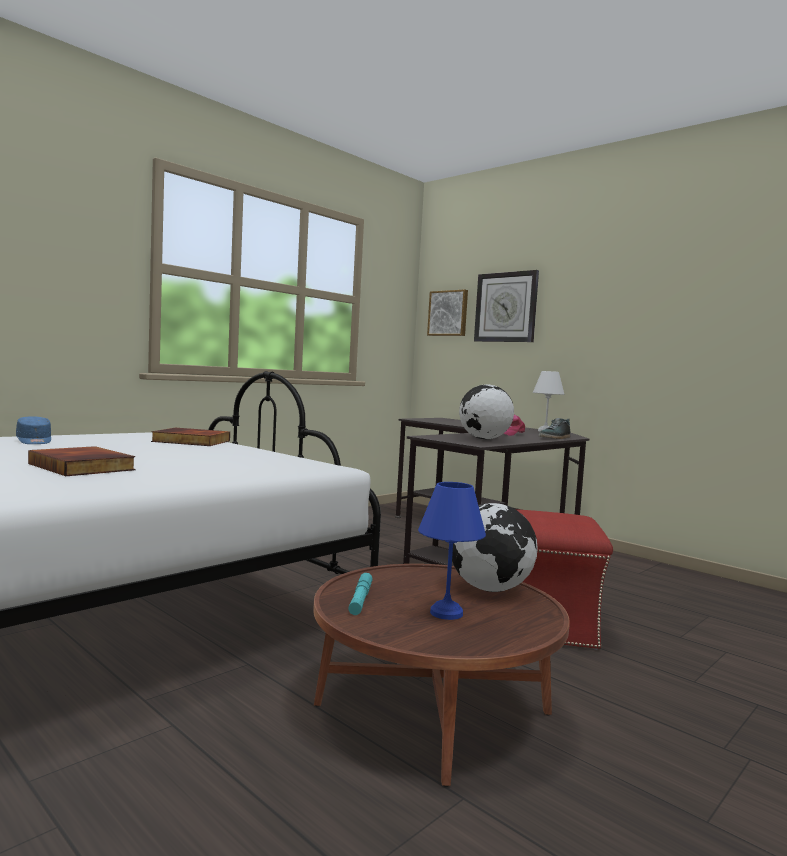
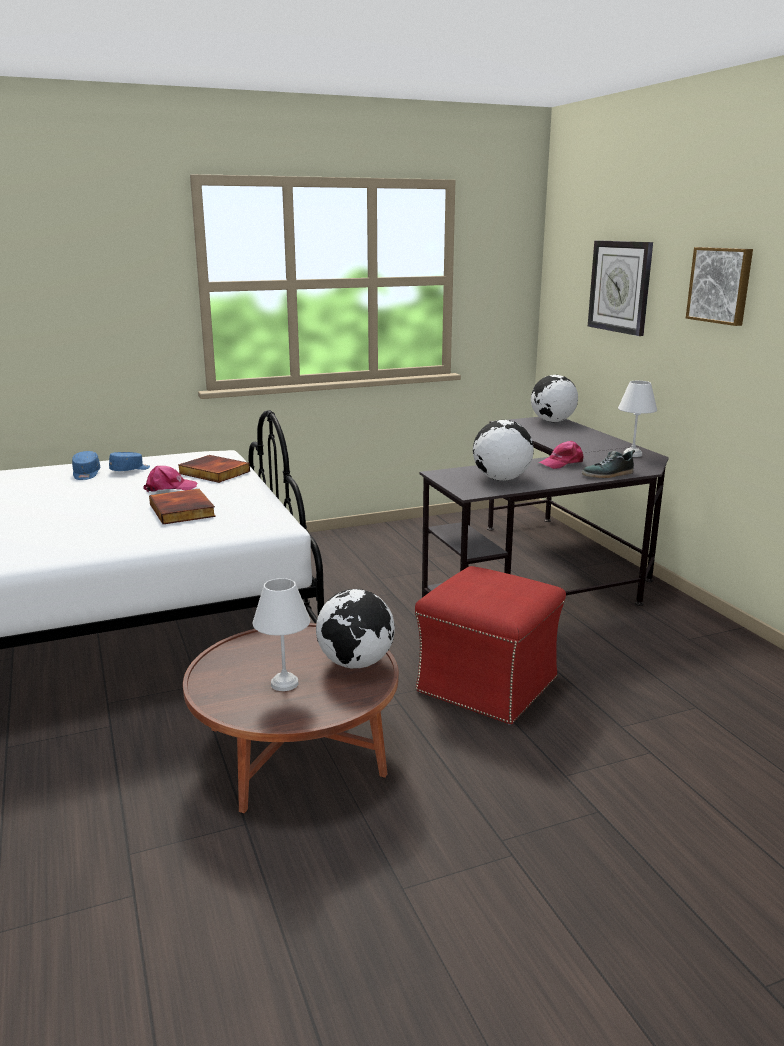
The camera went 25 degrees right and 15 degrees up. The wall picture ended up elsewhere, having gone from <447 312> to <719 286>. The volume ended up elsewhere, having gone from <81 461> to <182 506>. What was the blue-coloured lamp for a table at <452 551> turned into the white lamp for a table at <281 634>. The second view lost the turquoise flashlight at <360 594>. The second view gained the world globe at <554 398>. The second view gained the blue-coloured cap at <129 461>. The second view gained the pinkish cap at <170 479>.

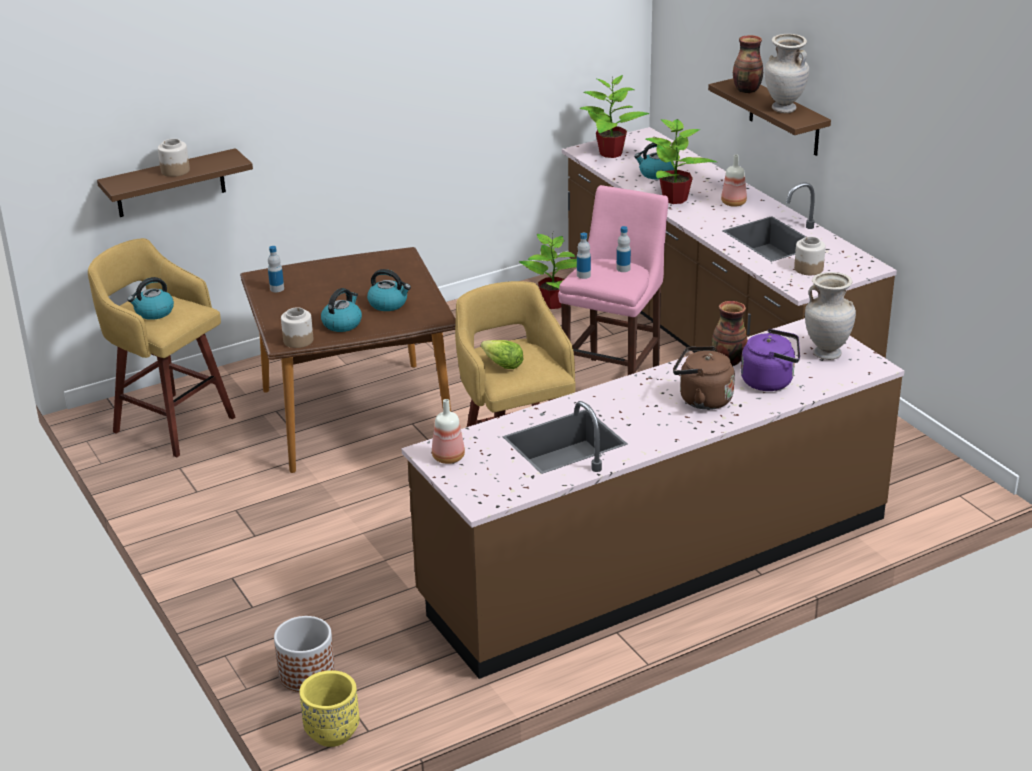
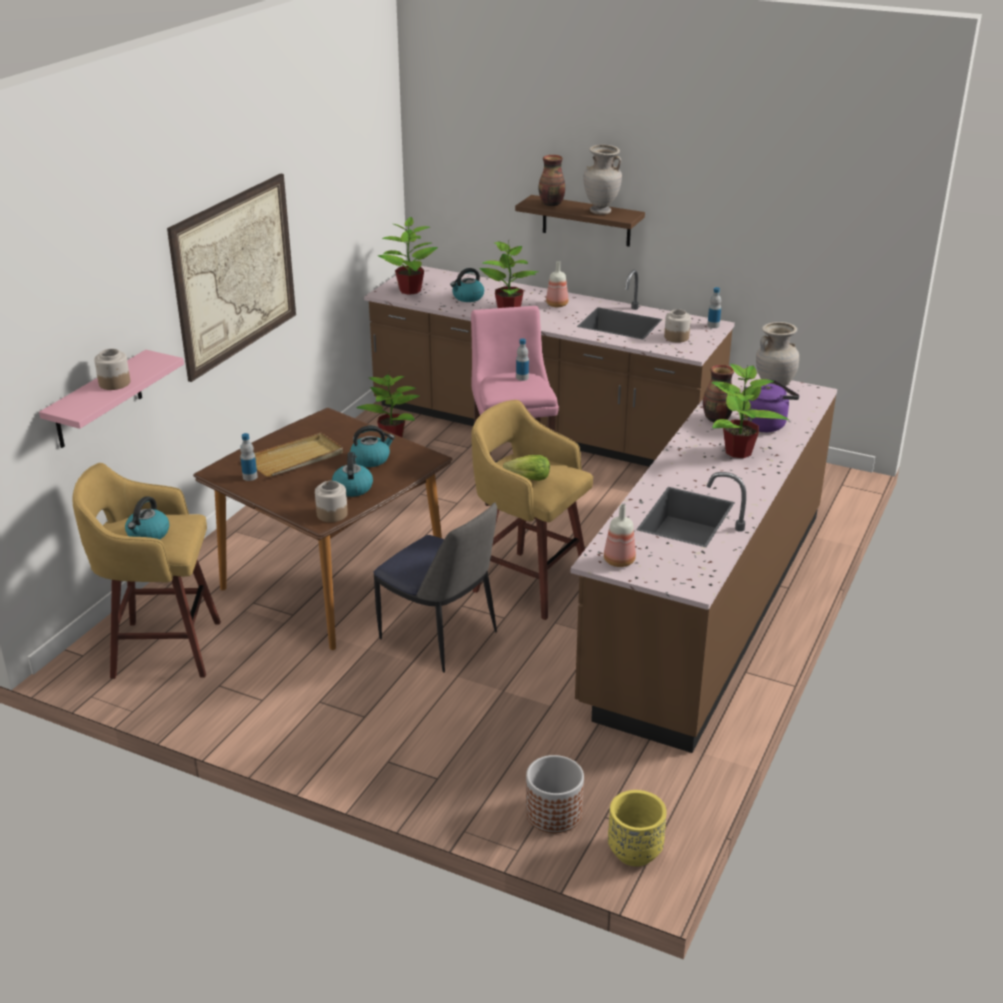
The camera went 35 degrees left and 0 degrees up. What was the brown-coloured wall shelf at <175 182> turned into the pinkish wall shelf at <111 399>. The beverage bottle ended up elsewhere, having gone from <584 256> to <714 307>. Where the brown-coloured kettle stood at <704 378>, the plant in a pot came to stand at <750 411>. The second view gained the wall picture at <231 277>. The second view gained the beige serving tray at <298 455>. The second view gained the upright chair at <435 587>.

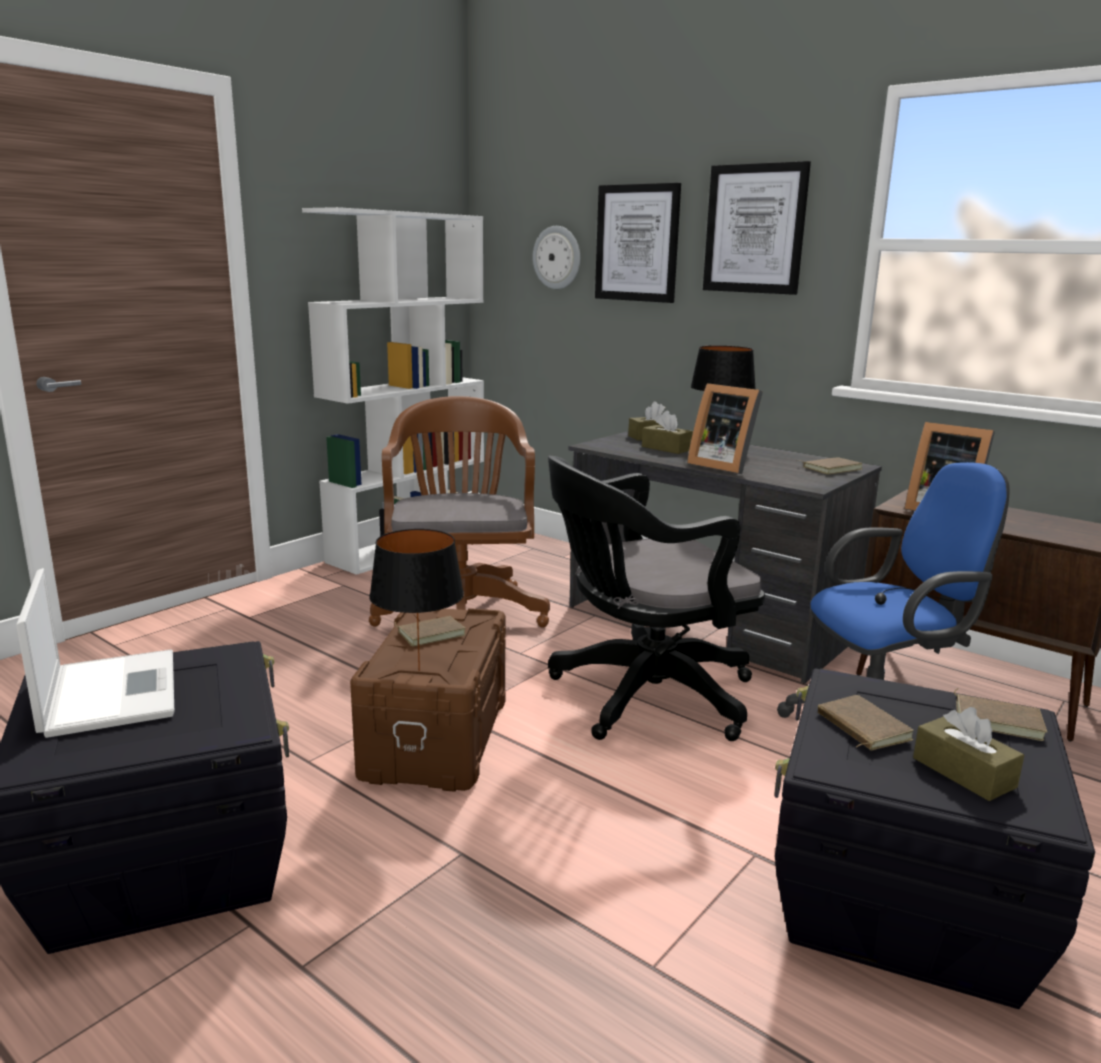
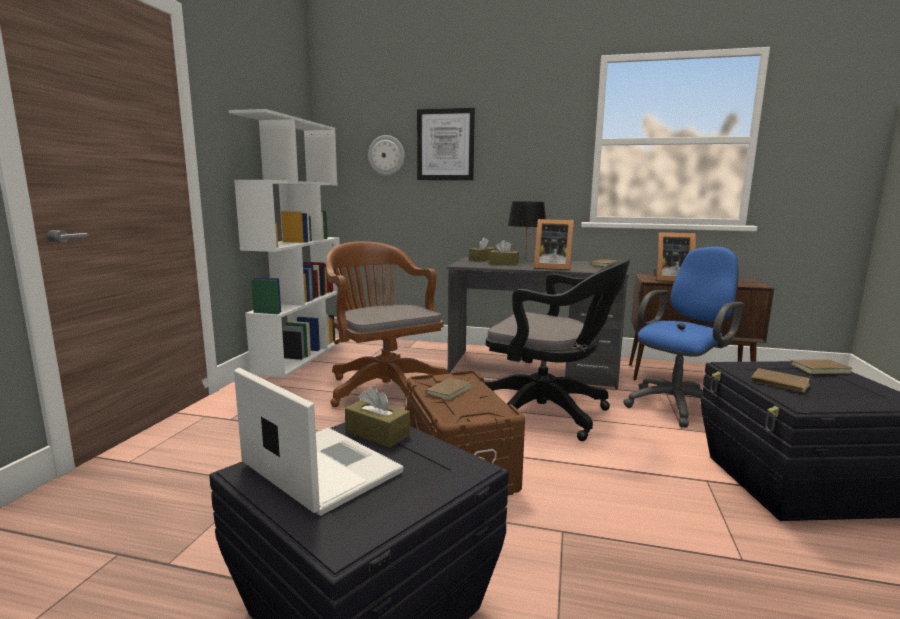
The camera went 25 degrees left and 5 degrees down. The second view lost the wall picture at <757 228>. The black office chair at <656 598> ended up facing another way, 105 degrees counterclockwise from before. The second view lost the black lamp for a table at <416 600>. The brown-coloured box of tissues ended up elsewhere, having gone from <968 754> to <377 416>.

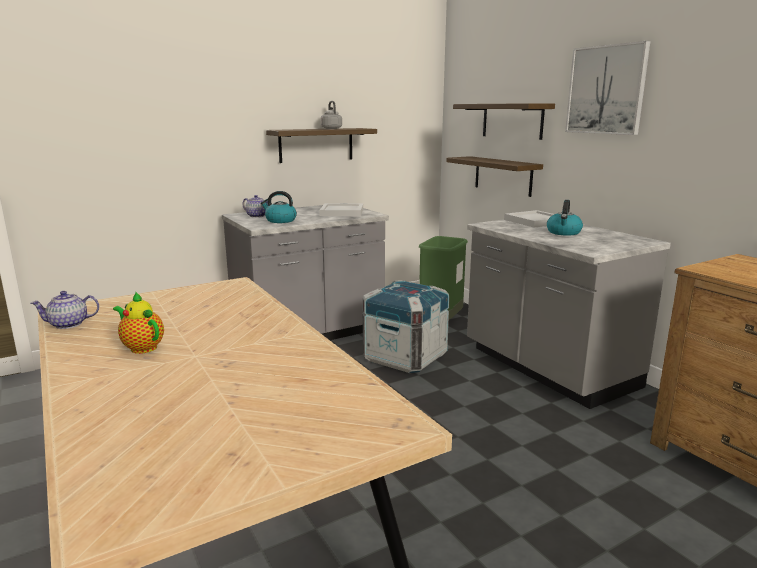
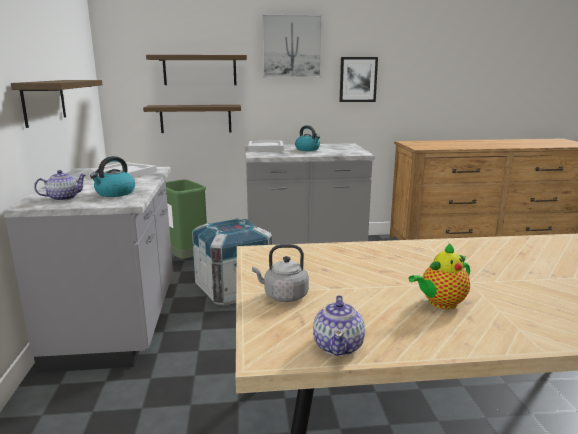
The camera went 65 degrees left and 0 degrees up. The greyish kettle ended up elsewhere, having gone from <331 115> to <280 273>. The second view gained the wall picture at <358 79>.

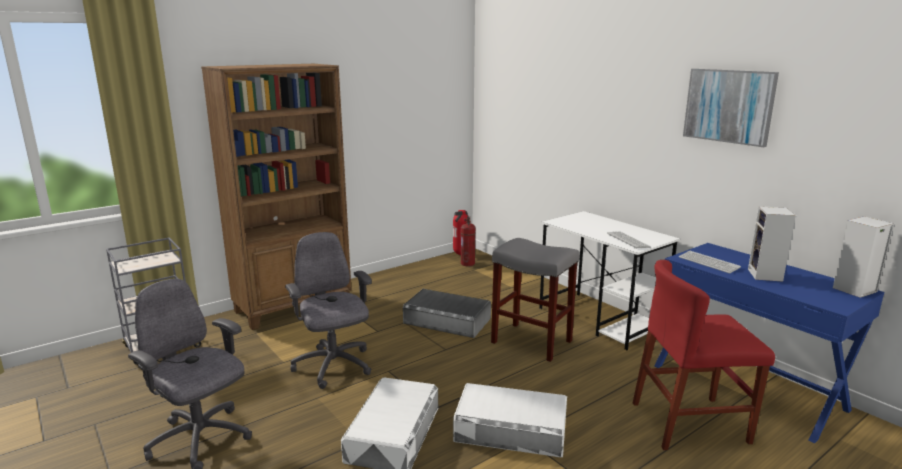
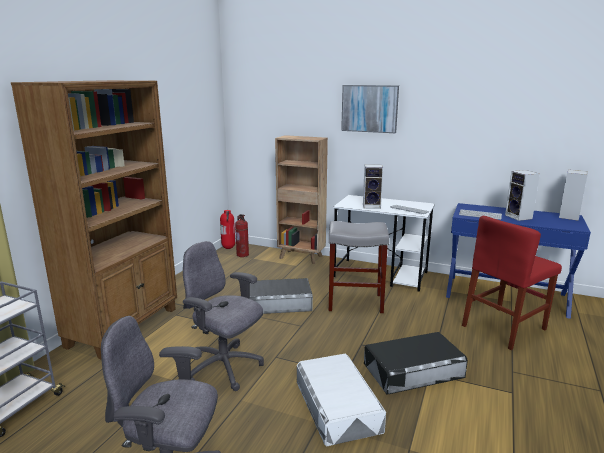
The camera went 30 degrees left and 0 degrees up. The wall picture ended up elsewhere, having gone from <731 108> to <370 109>. What was the white storage bin at <510 420> turned into the black storage bin at <416 363>. The second view gained the brown-coloured shelving unit at <301 199>. The second view gained the loudspeaker at <373 186>.

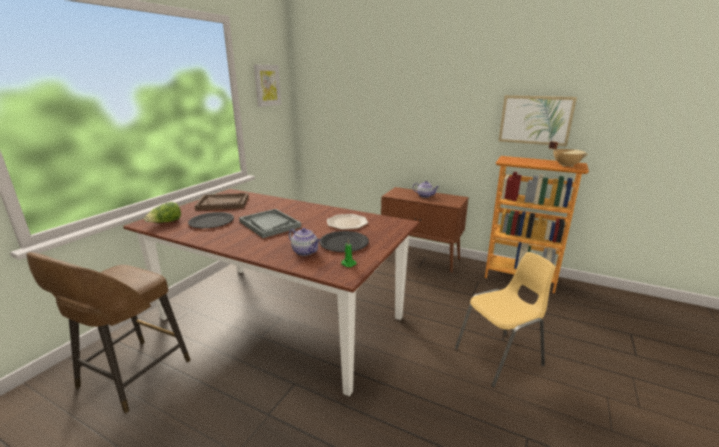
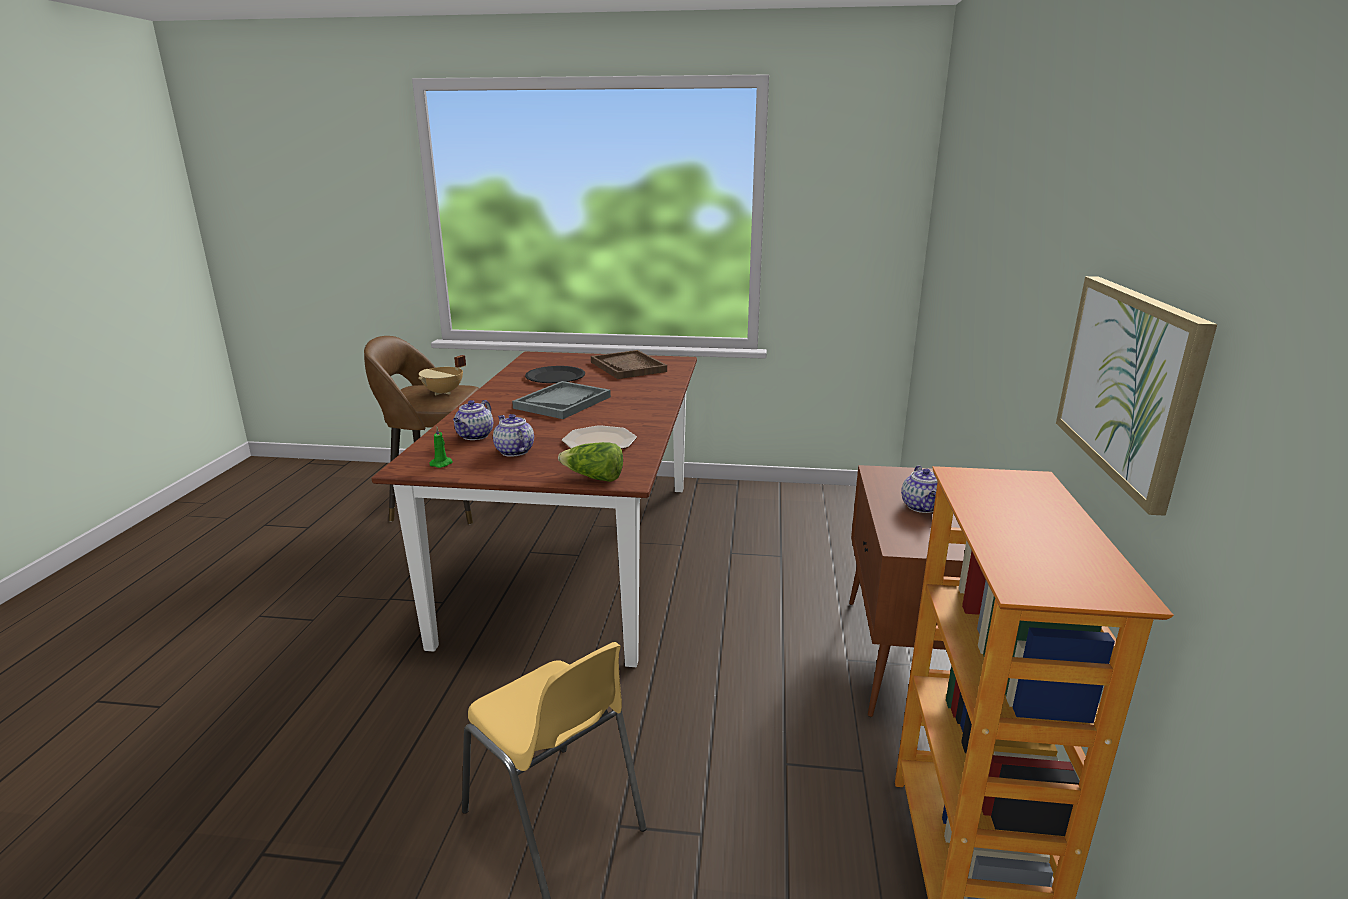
The camera went 70 degrees right and 0 degrees up. The second view lost the wall picture at <267 85>. The beige stockpot ended up elsewhere, having gone from <568 154> to <442 375>. The head of lettuce ended up elsewhere, having gone from <162 212> to <590 462>. Where the black dinner plate stood at <344 241>, the tea pot came to stand at <513 435>.

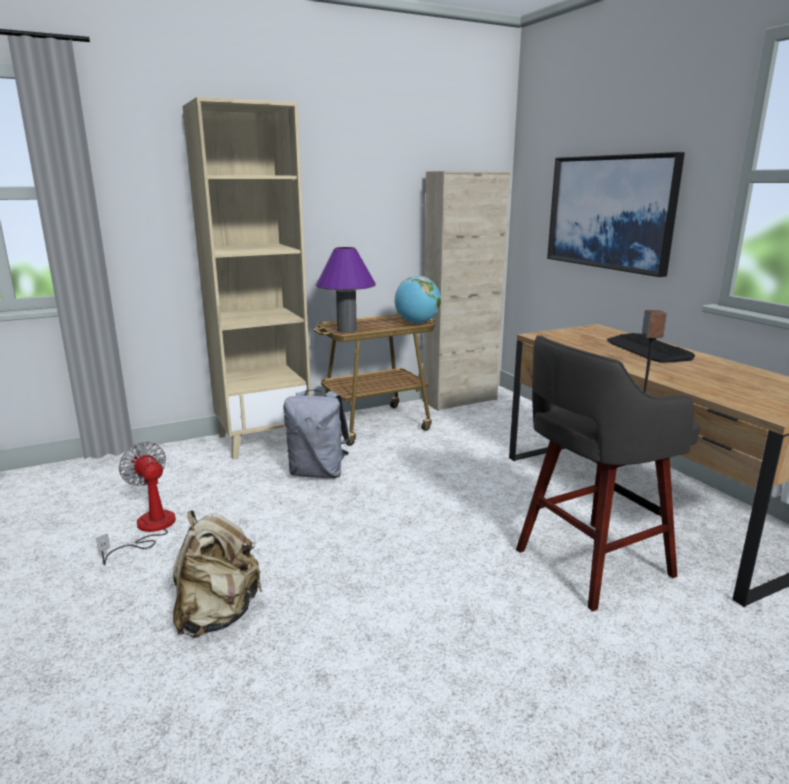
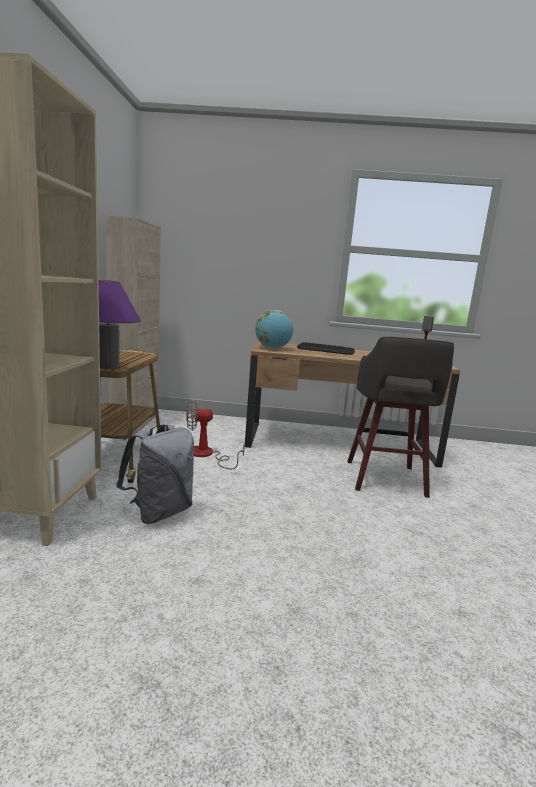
The camera went 60 degrees left and 5 degrees down. The second view lost the wall picture at <616 214>. The world globe ended up elsewhere, having gone from <417 299> to <274 329>. The electric fan ended up elsewhere, having gone from <136 503> to <215 434>. The second view lost the beige knapsack at <217 574>.

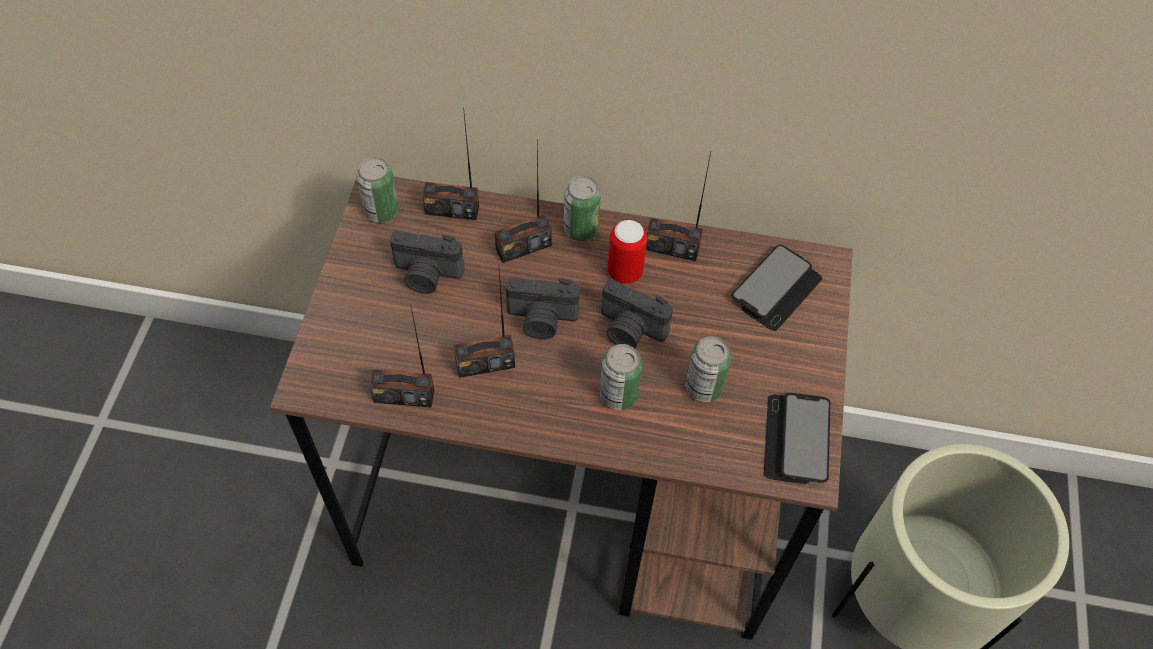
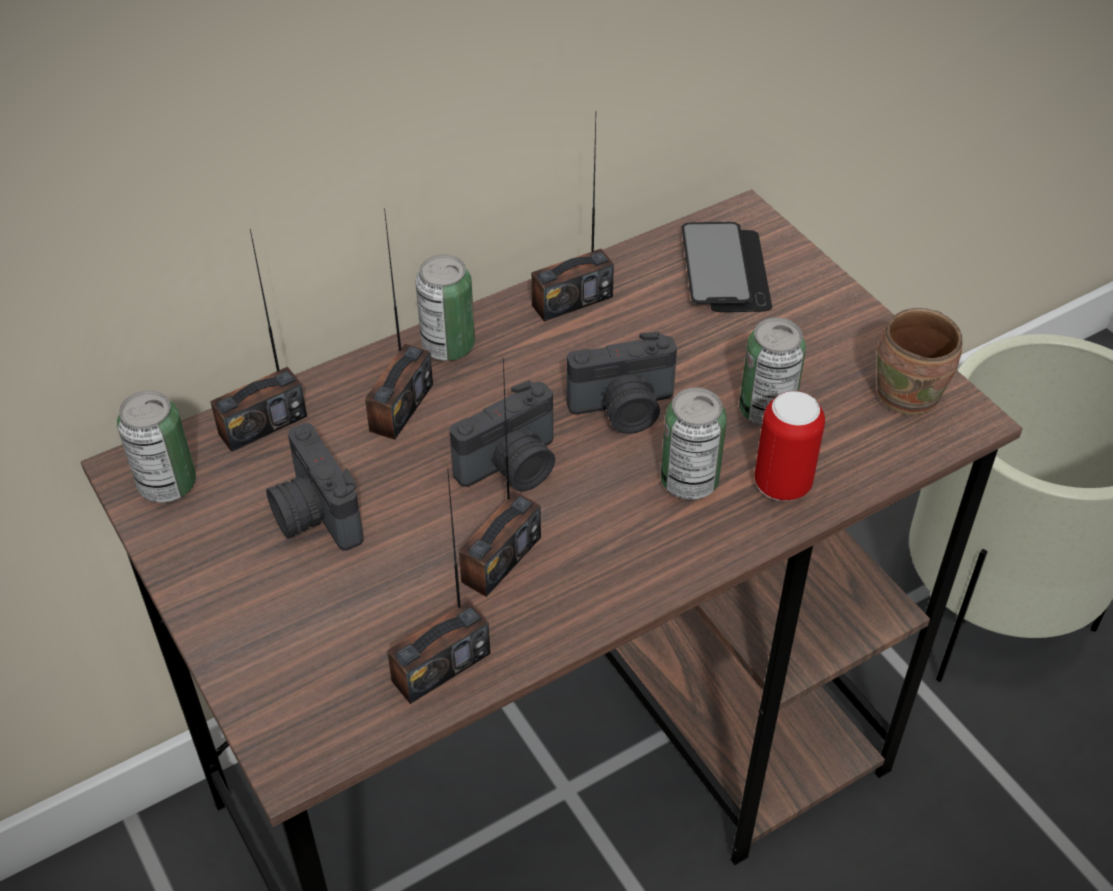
The camera went 40 degrees left and 10 degrees down. The can ended up elsewhere, having gone from <627 252> to <790 446>. The photo camera at <427 262> ended up facing another way, 90 degrees clockwise from before. Where the telephone stood at <797 438>, the brown-coloured mug came to stand at <920 361>.

